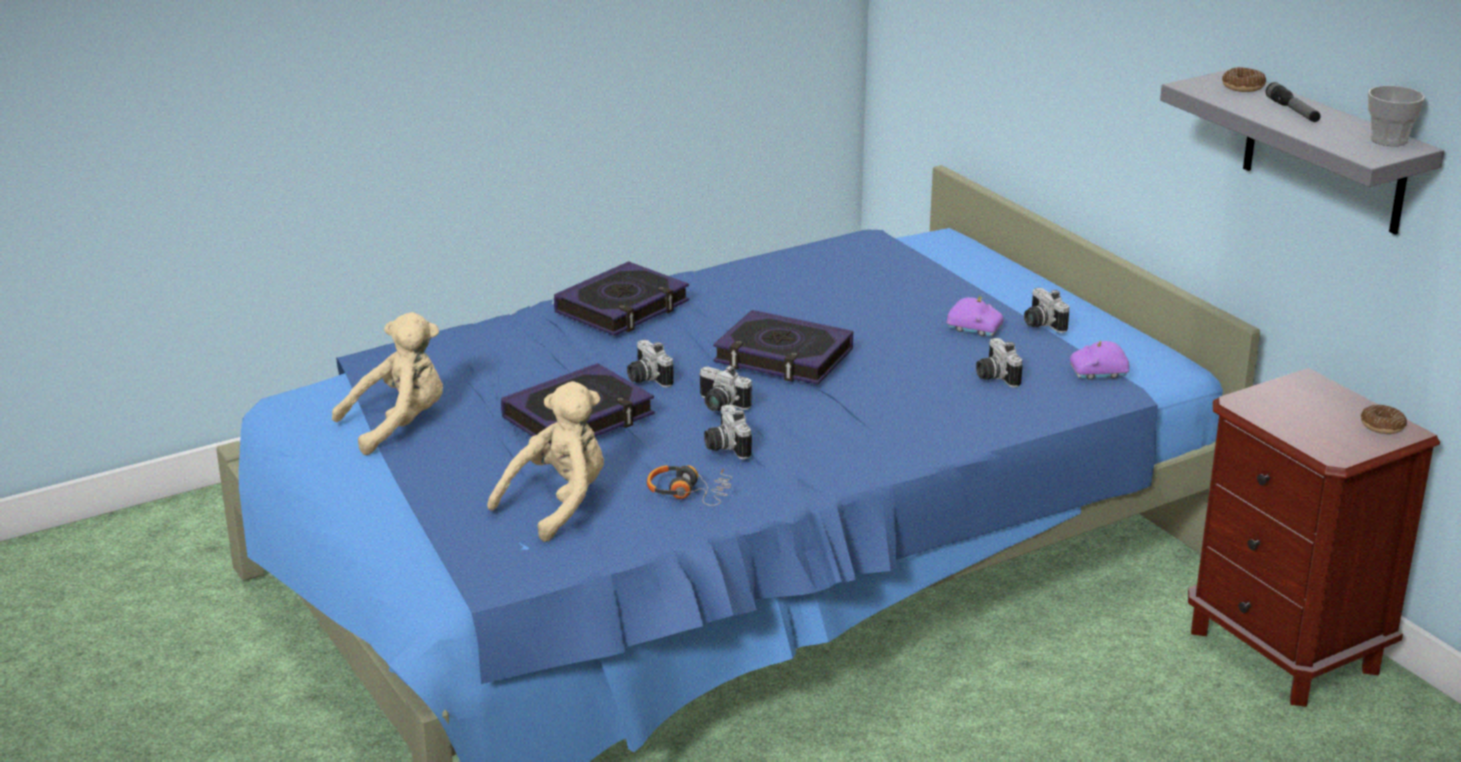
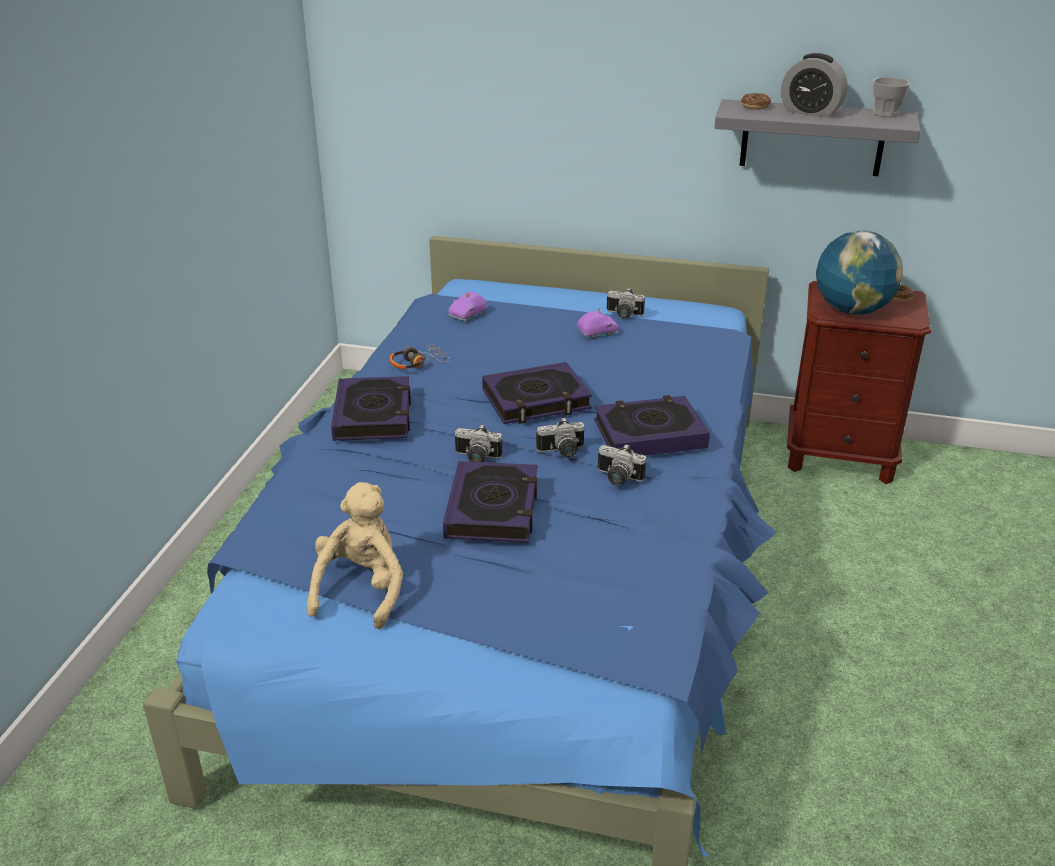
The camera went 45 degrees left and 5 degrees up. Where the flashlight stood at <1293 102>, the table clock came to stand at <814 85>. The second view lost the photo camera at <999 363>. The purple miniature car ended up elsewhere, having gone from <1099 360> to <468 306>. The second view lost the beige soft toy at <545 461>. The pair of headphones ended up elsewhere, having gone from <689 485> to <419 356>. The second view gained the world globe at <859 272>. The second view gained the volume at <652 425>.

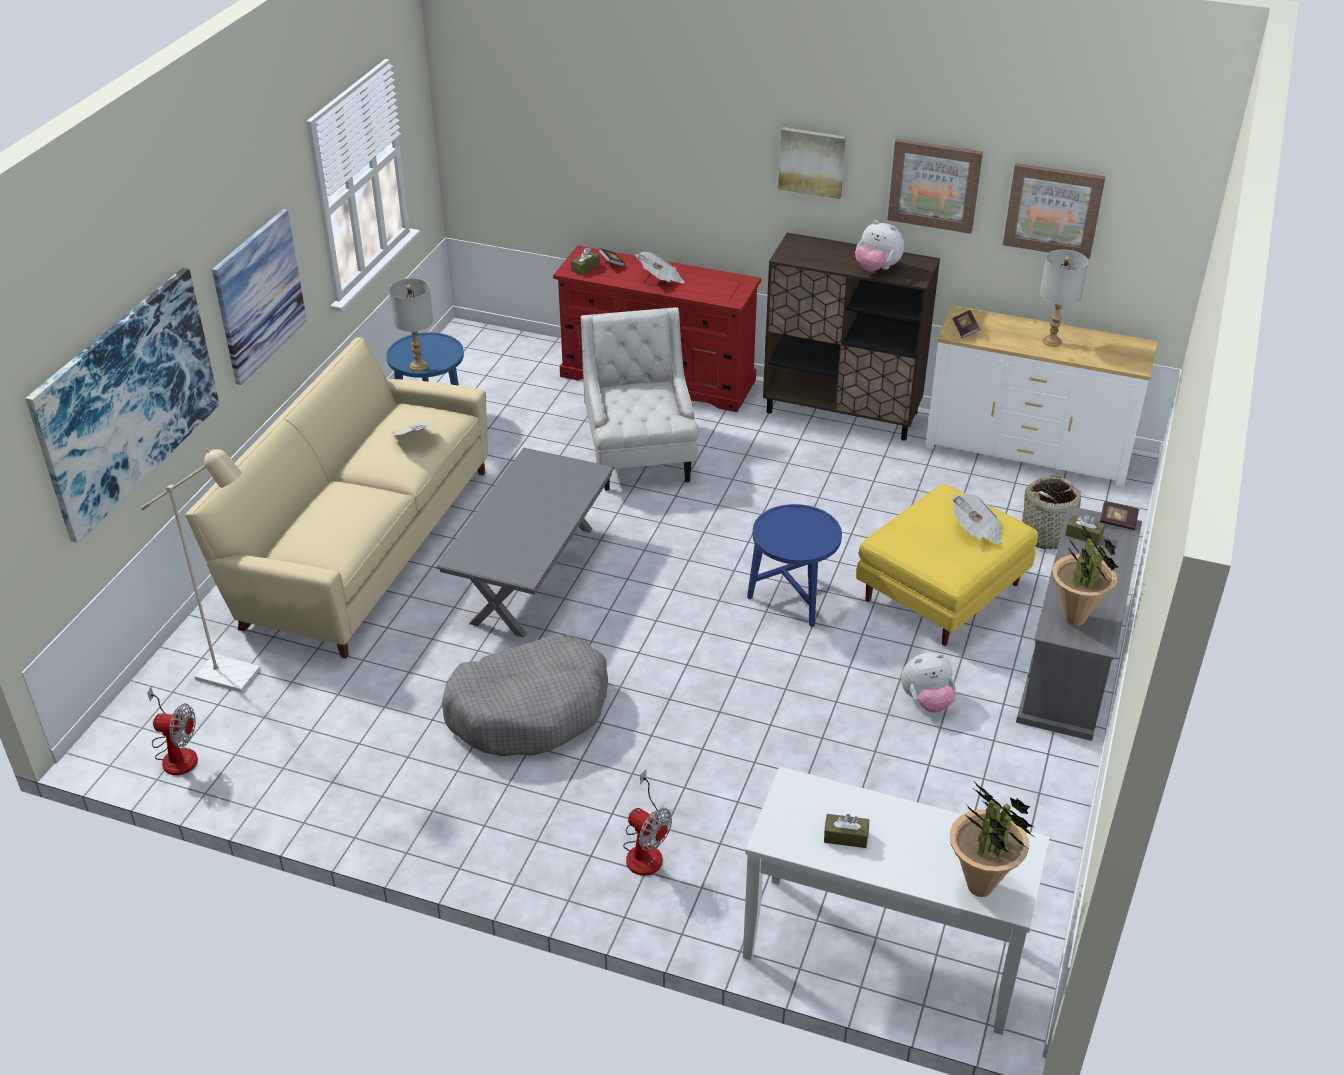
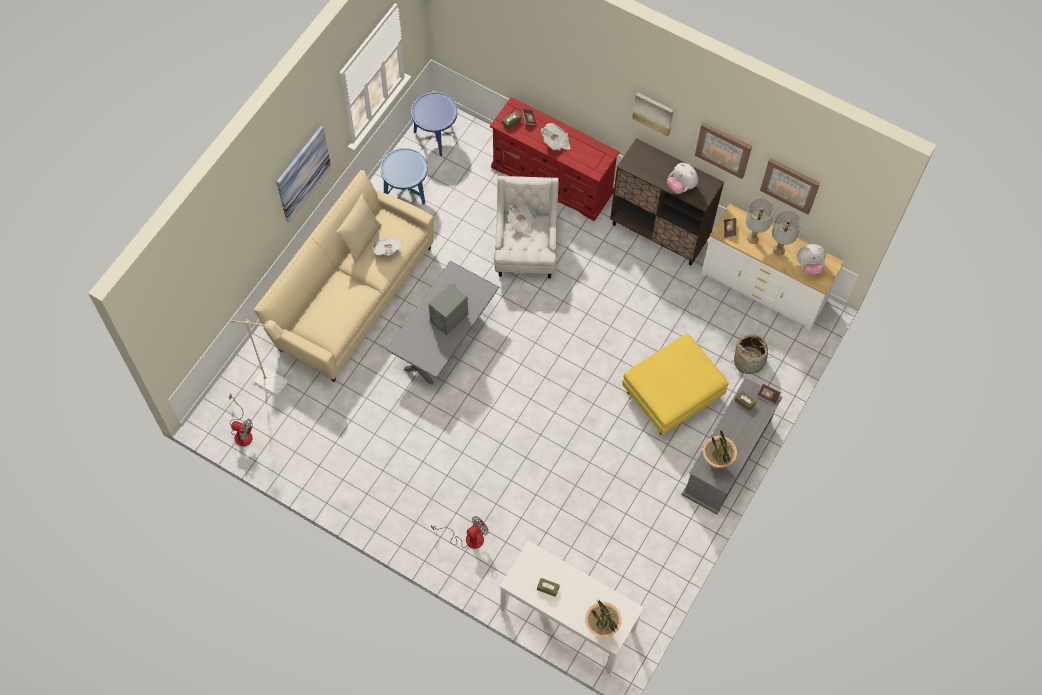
The camera went 10 degrees right and 25 degrees up. The second view lost the wall picture at <122 405>. The greyish lamp for a table ended up elsewhere, having gone from <411 324> to <760 221>. The newspaper ended up elsewhere, having gone from <977 519> to <522 220>. The blue-coloured end table ended up elsewhere, having gone from <794 565> to <434 124>. The second view lost the greyish dog bed at <525 695>. The soft toy ended up elsewhere, having gone from <928 683> to <811 260>. The electric fan at <647 823> ended up facing another way, 90 degrees counterclockwise from before. The second view gained the beige pillow at <359 228>. The second view gained the greyish loudspeaker at <448 309>.

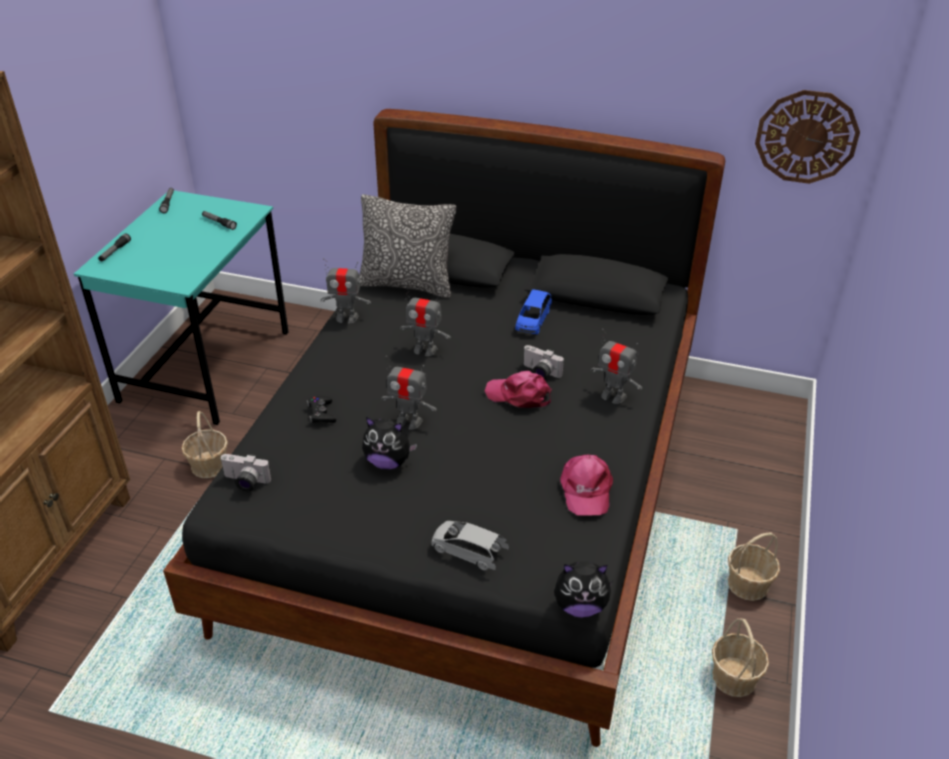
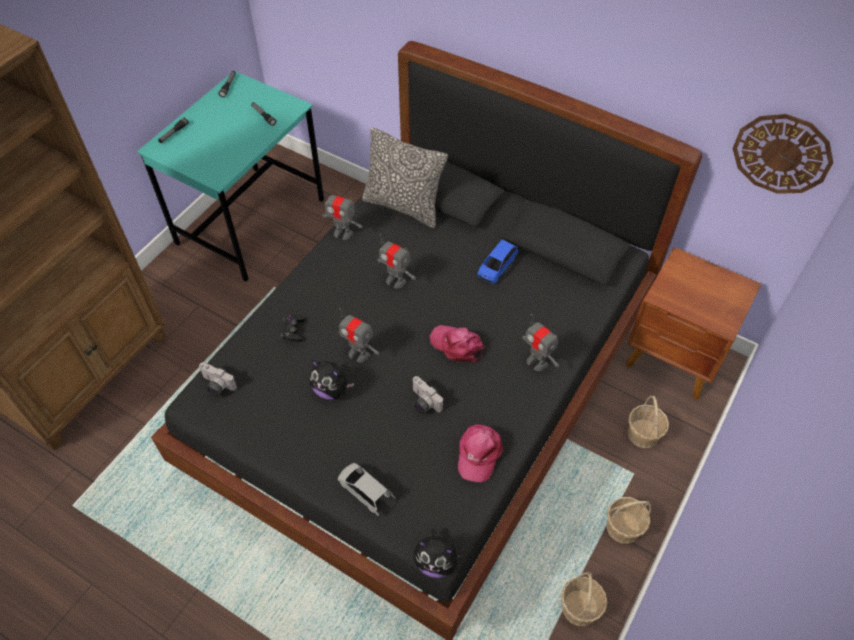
The camera went 15 degrees right and 15 degrees up. The photo camera ended up elsewhere, having gone from <543 362> to <428 395>. The storage basket ended up elsewhere, having gone from <204 444> to <648 422>. The second view gained the brown-coloured night table at <693 323>.

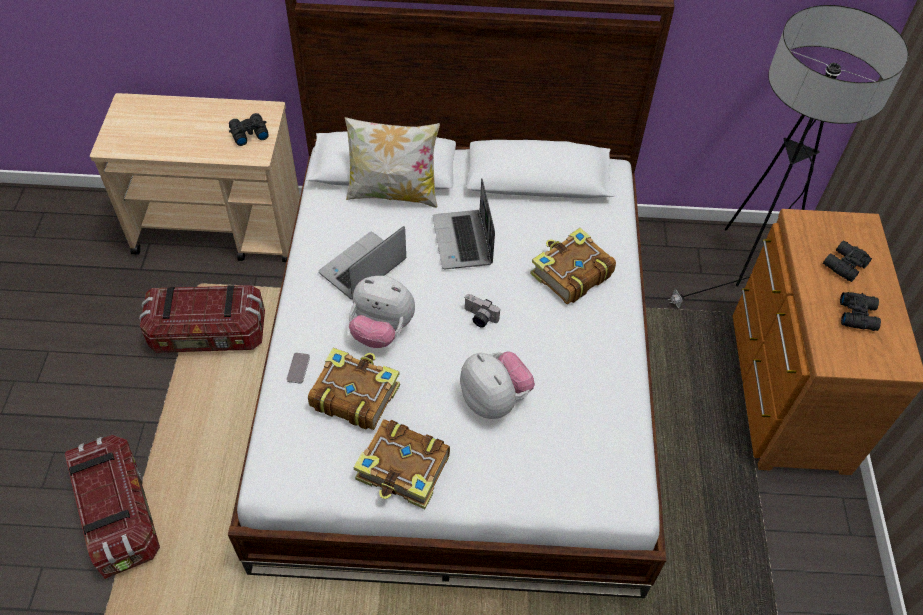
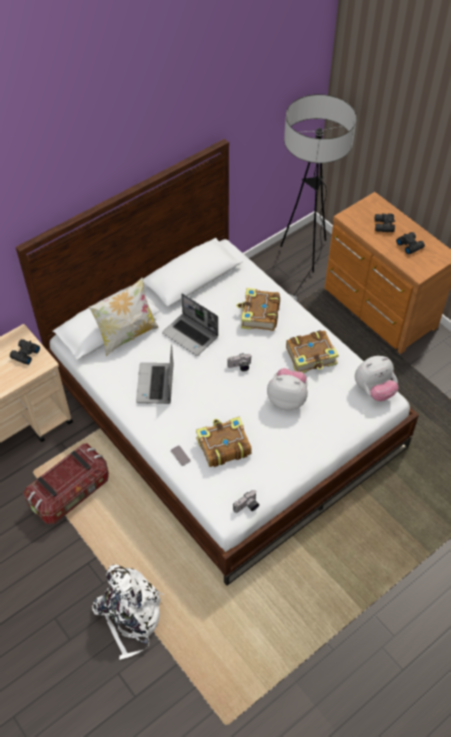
The camera went 40 degrees left and 0 degrees up. The soft toy ended up elsewhere, having gone from <382 312> to <376 378>. The volume ended up elsewhere, having gone from <401 464> to <312 351>. Where the storage bin stood at <112 507>, the white knapsack came to stand at <128 612>. The second view gained the photo camera at <246 501>.

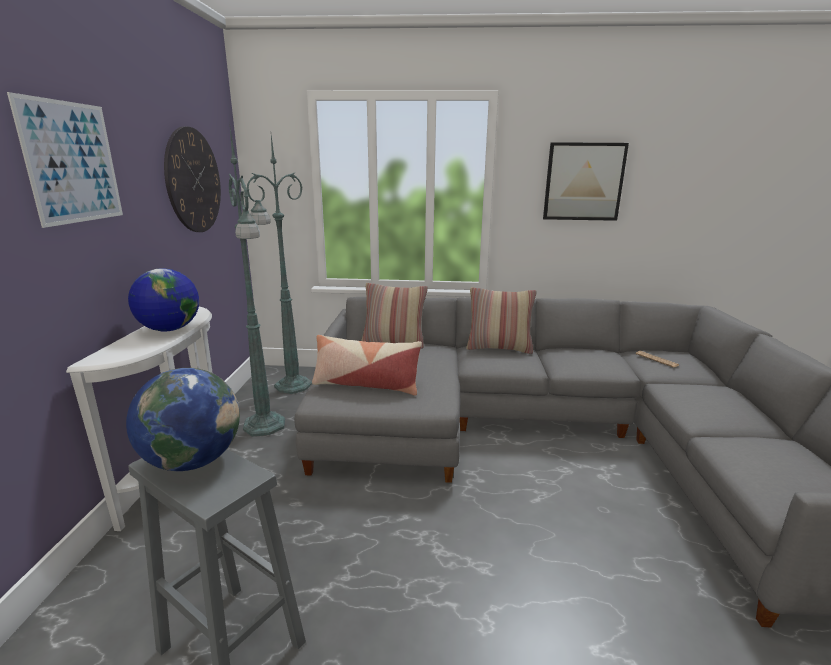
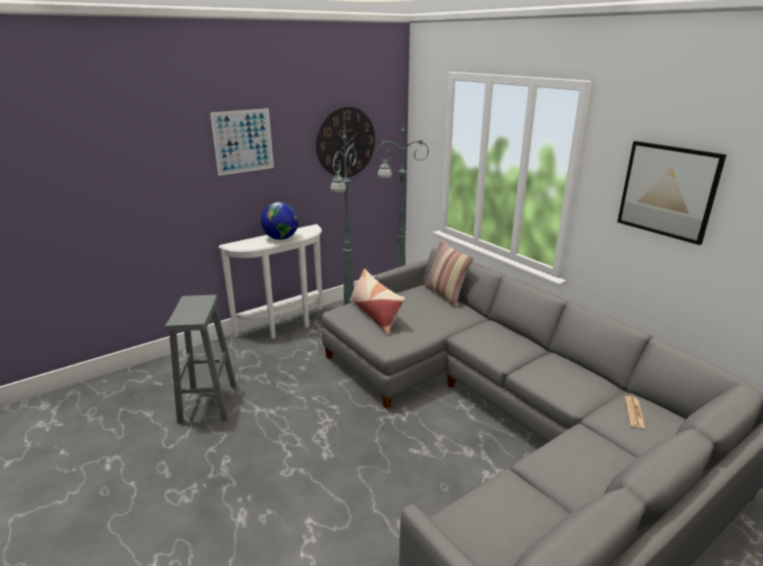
The camera went 50 degrees right and 5 degrees up. The second view lost the pillow at <501 320>. The second view lost the world globe at <183 419>.

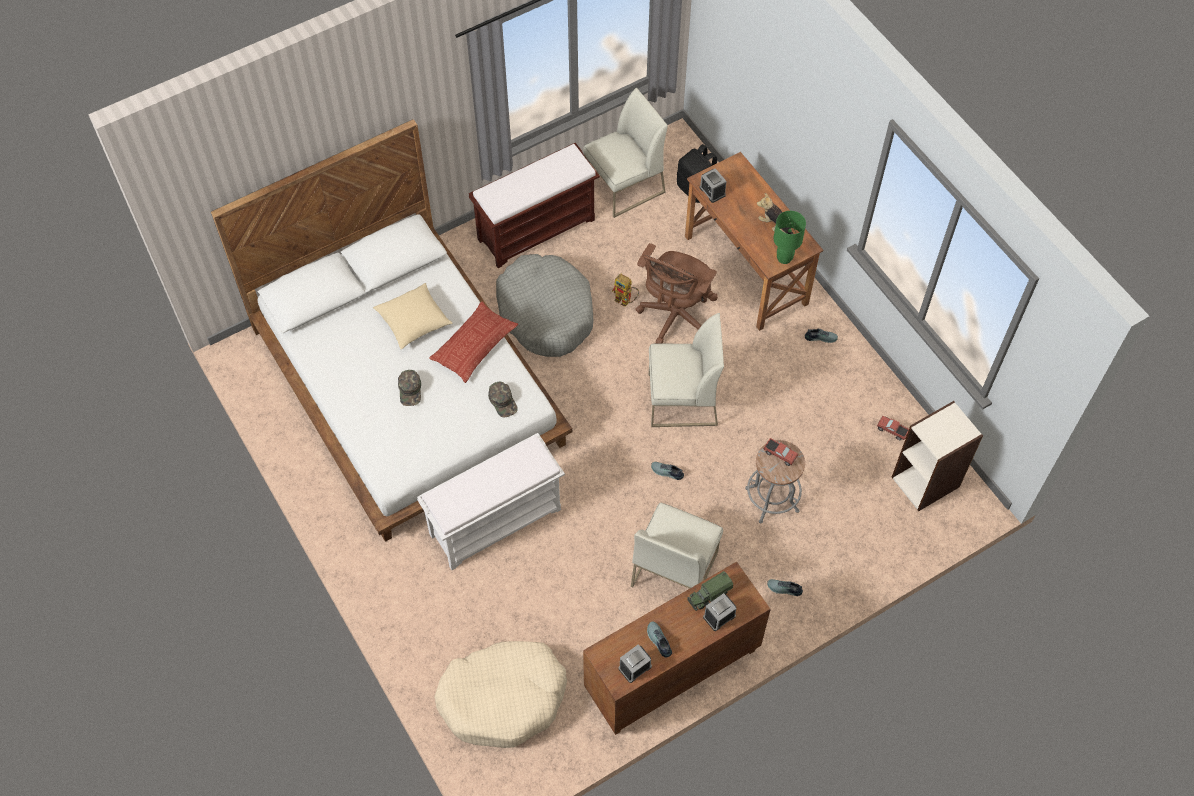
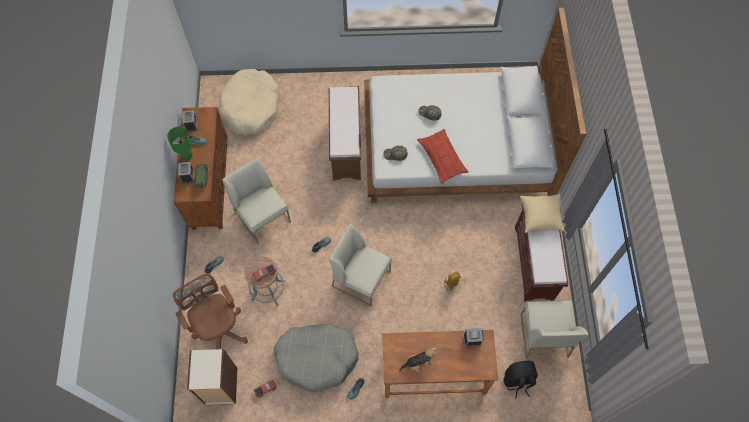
The camera went 120 degrees right and 5 degrees up. The greenish lamp for a table ended up elsewhere, having gone from <790 237> to <179 143>. The brown-coloured office chair ended up elsewhere, having gone from <676 293> to <210 311>. The greyish dog bed ended up elsewhere, having gone from <544 305> to <316 358>. The beige pillow ended up elsewhere, having gone from <413 316> to <542 213>. The white upright chair at <686 370> ended up facing another way, 90 degrees clockwise from before. What was the white bench at <491 501> turned into the brown-coloured bench at <345 133>.

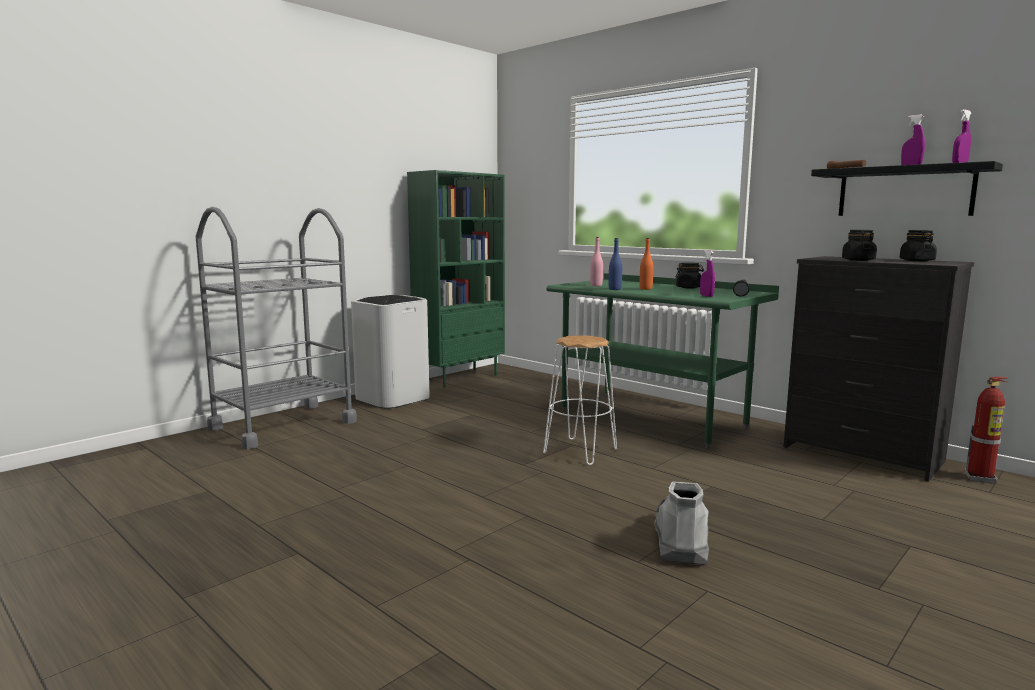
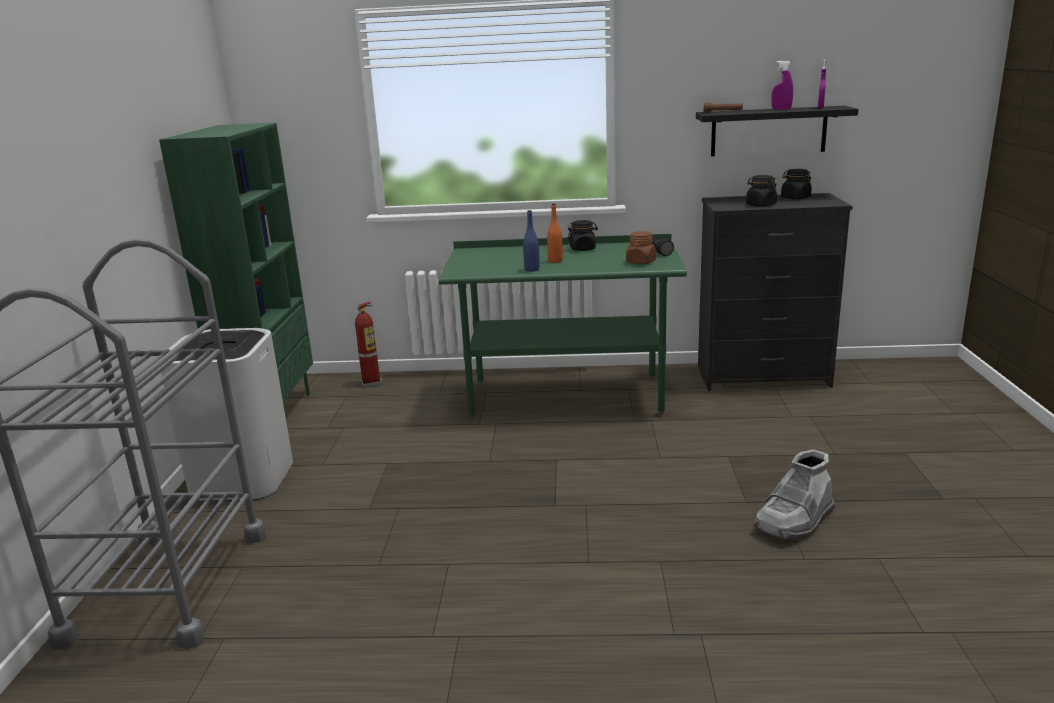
The camera went 40 degrees left and 10 degrees up. The second view lost the pinkish beverage bottle at <596 261>. Where the purple spray bottle stood at <707 273>, the brown-coloured preserve jar came to stand at <641 247>. The second view lost the white stool seat at <580 400>. The fire-fighting cylinder ended up elsewhere, having gone from <987 430> to <368 345>. The greyish boot at <681 523> ended up facing another way, 105 degrees counterclockwise from before.

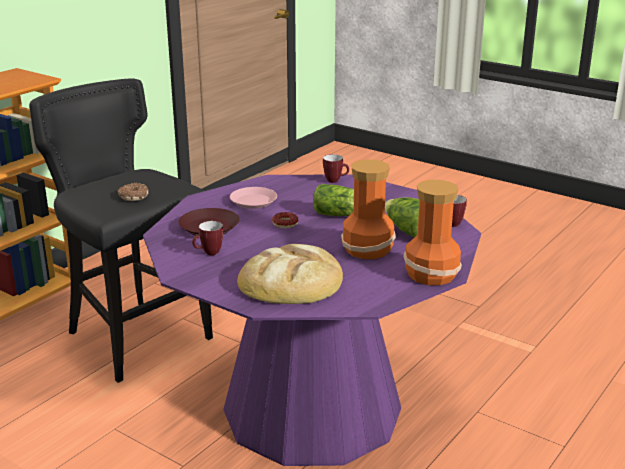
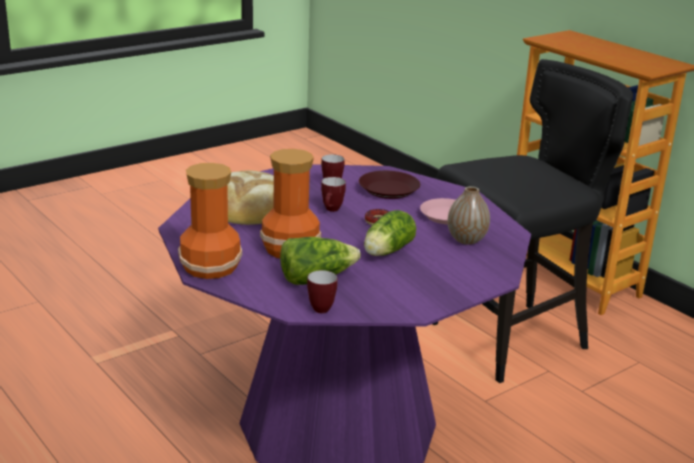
The camera went 105 degrees right and 0 degrees up. The mug ended up elsewhere, having gone from <336 168> to <333 194>. The second view lost the doughnut at <133 192>. The second view gained the decorative vase at <469 215>.

